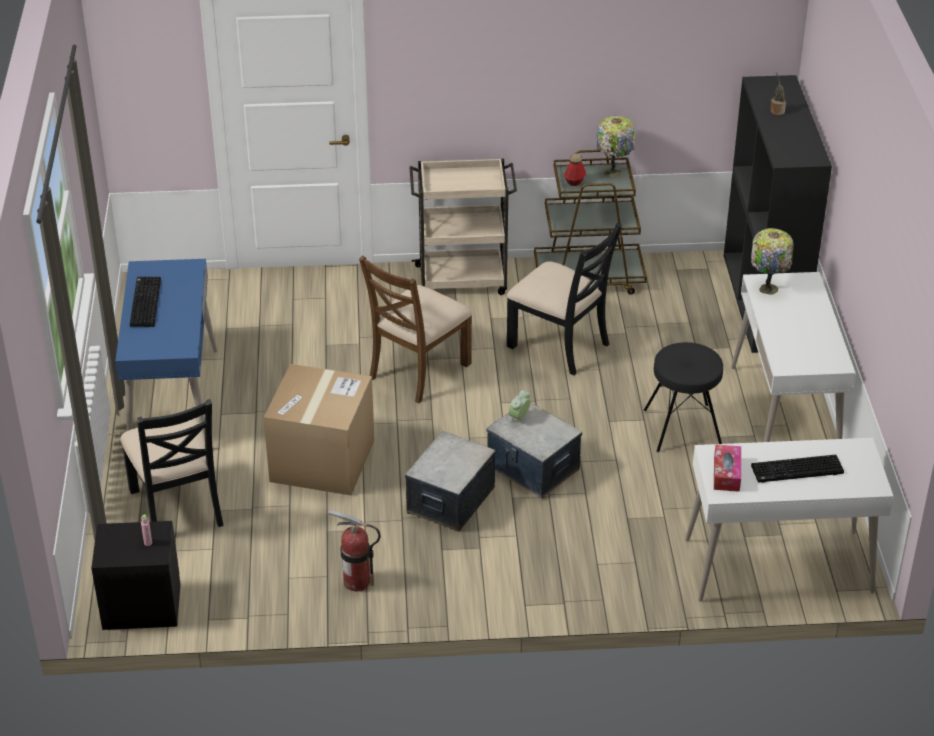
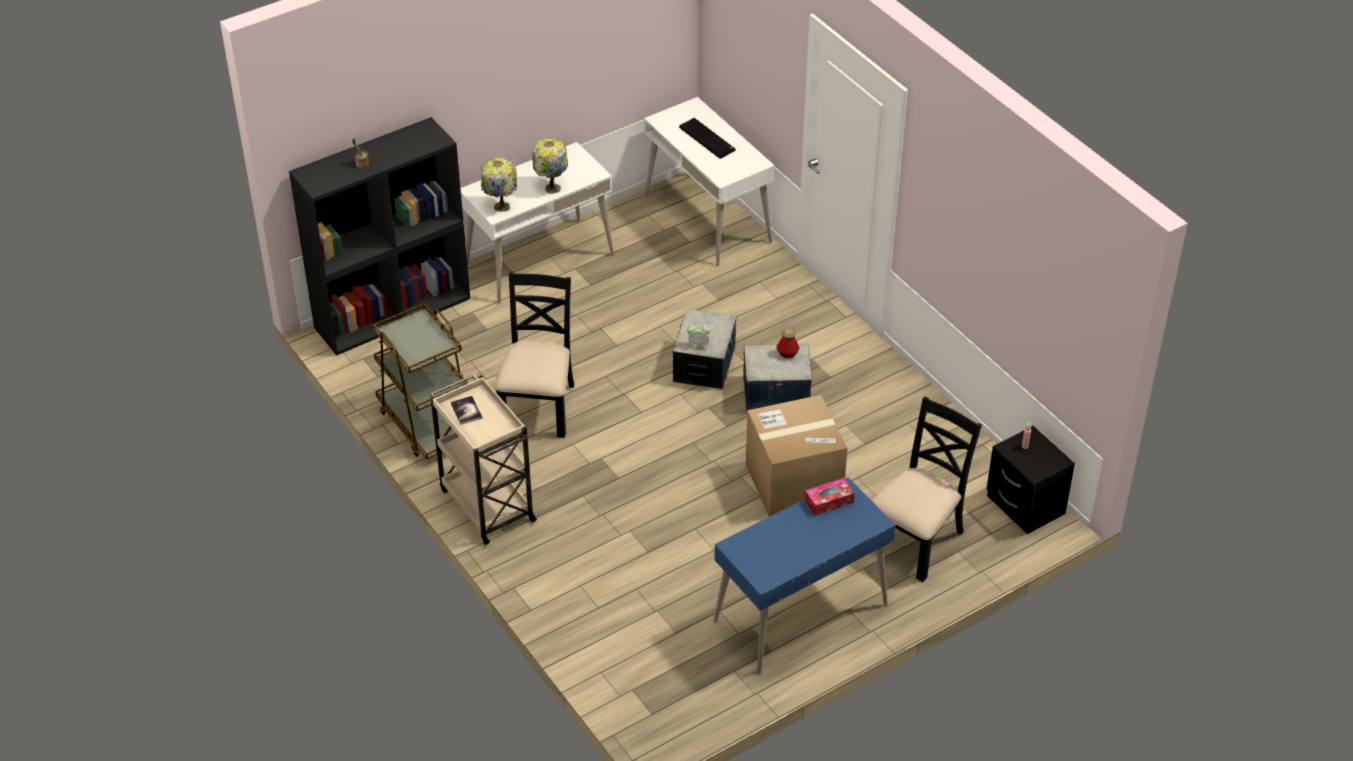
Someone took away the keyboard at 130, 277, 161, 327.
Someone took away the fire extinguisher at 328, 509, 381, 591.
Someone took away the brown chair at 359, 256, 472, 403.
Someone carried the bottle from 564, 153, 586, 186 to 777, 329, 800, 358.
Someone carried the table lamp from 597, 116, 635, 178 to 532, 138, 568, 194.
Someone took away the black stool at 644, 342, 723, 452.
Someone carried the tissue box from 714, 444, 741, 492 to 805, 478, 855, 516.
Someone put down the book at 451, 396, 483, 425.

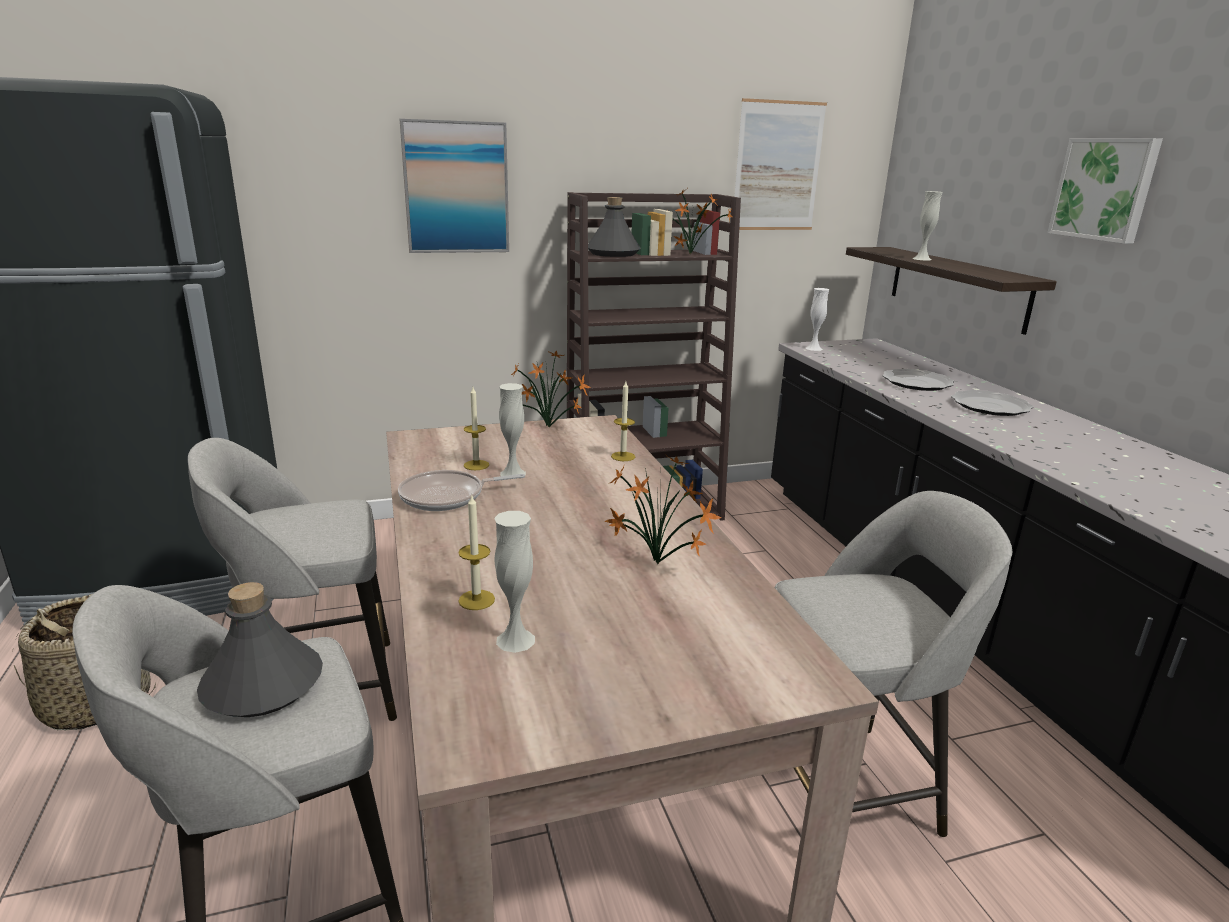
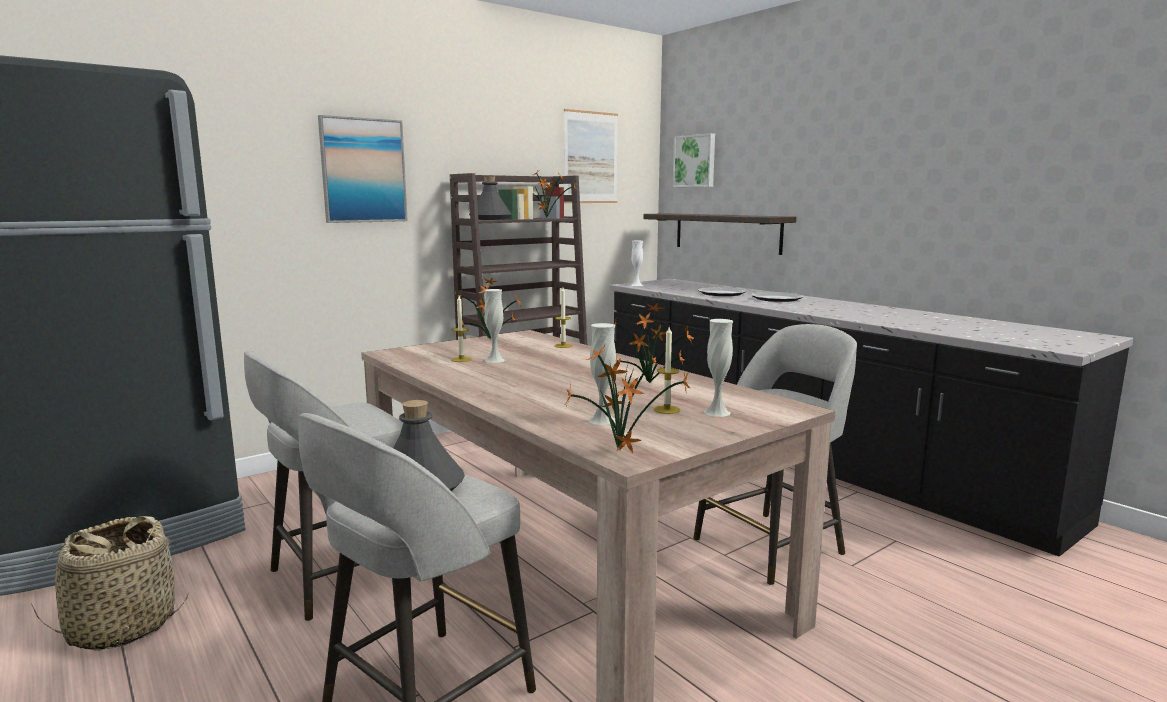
Someone took away the frying pan at 398, 470, 525, 511.
Someone carried the candle from 458, 496, 495, 610 to 654, 327, 680, 414.
Someone carried the white vase from 912, 191, 942, 260 to 704, 319, 733, 417.
Someone carried the picture from 1048, 138, 1163, 244 to 673, 133, 715, 187.
Someone put down the potted plant at 565, 345, 690, 453.

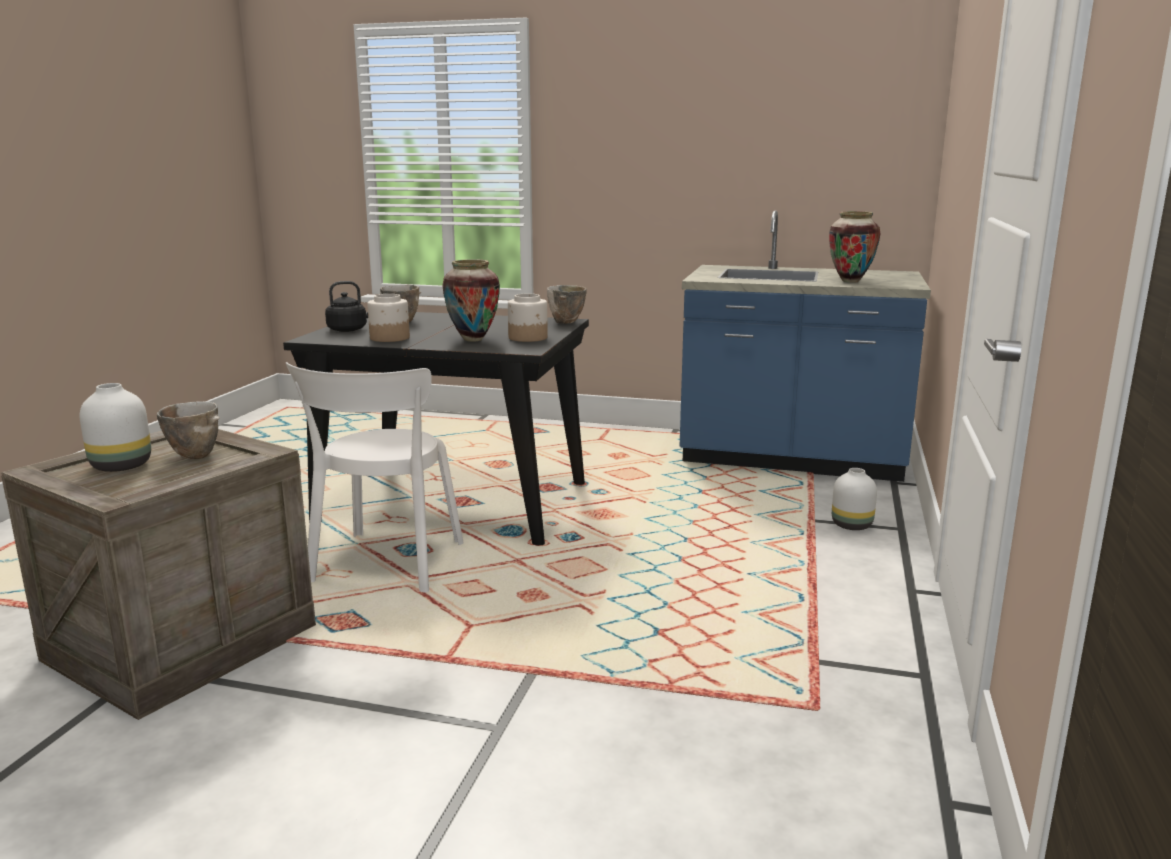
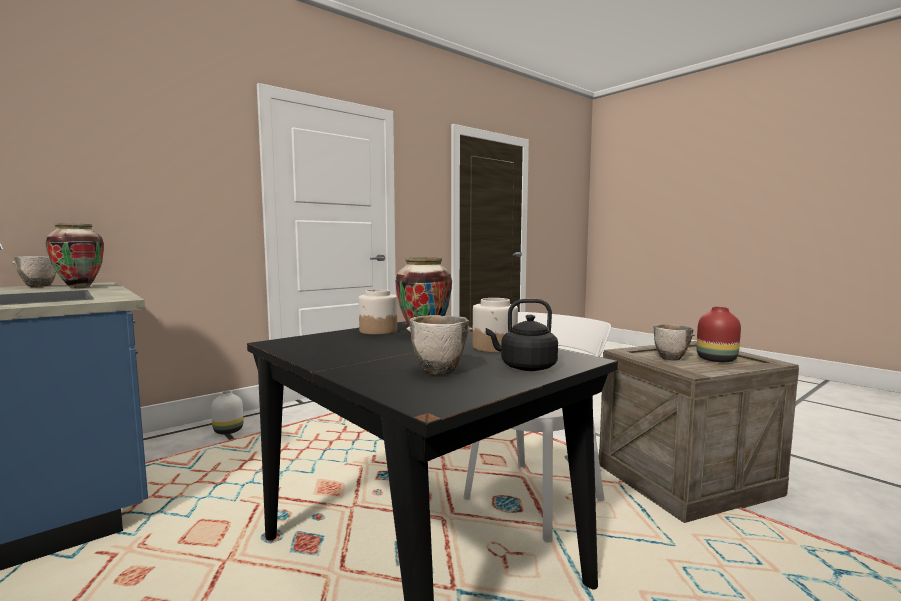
Someone repainted the white vase at 80, 383, 151, 472, which became the red vase at 696, 307, 741, 362.
Someone carried the bowl from 547, 285, 587, 324 to 11, 256, 56, 287.

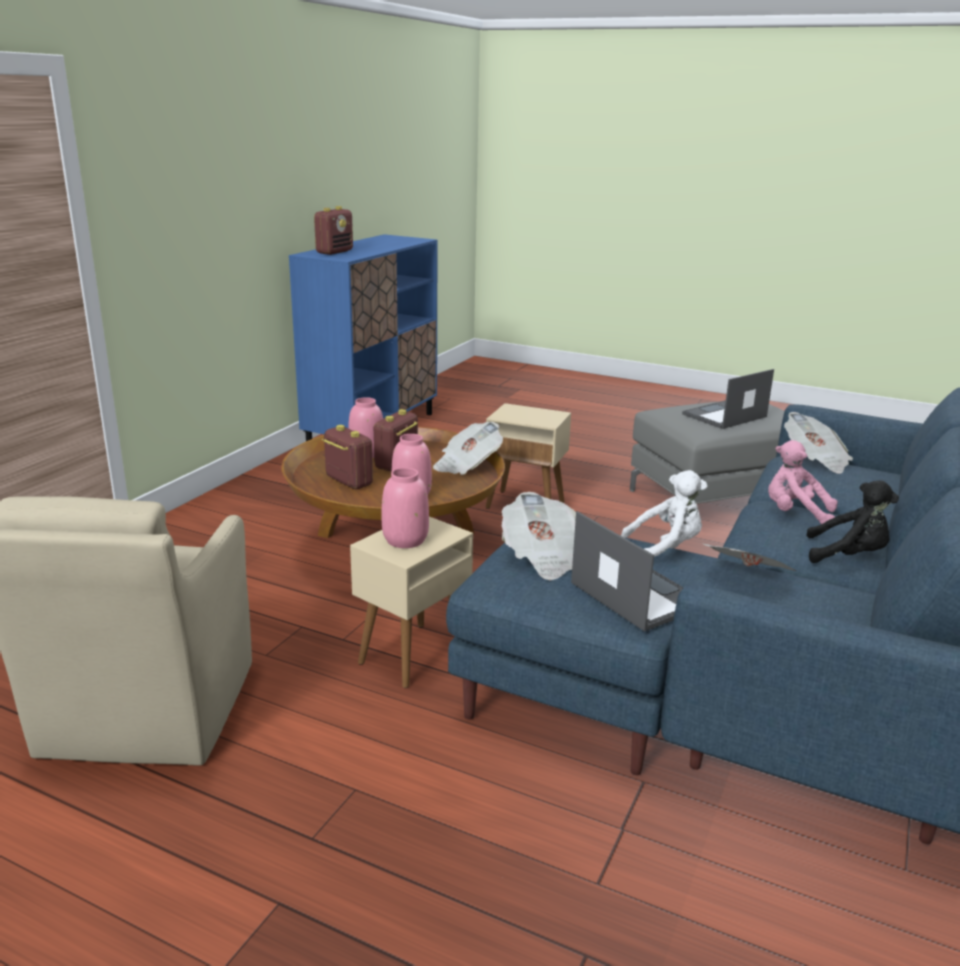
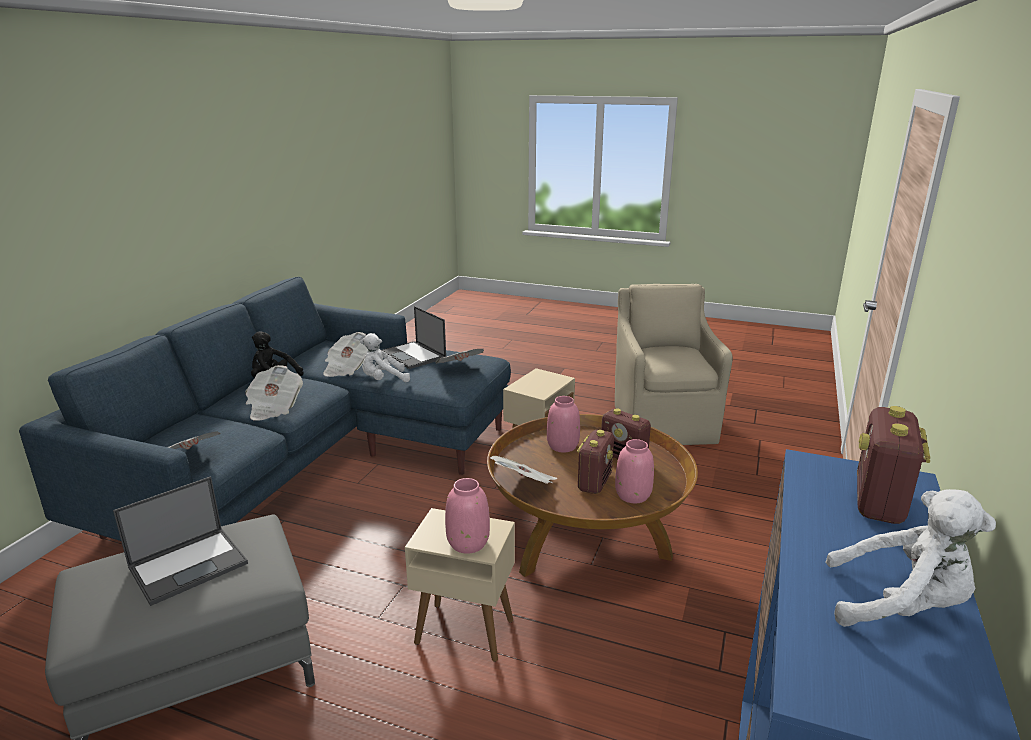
Someone carried the pink vase from 381, 468, 429, 548 to 445, 478, 490, 554.
Someone swapped the pink plush toy at 768, 440, 838, 524 for the newspaper at 245, 365, 303, 421.
Someone put down the white plush toy at 826, 489, 996, 627.

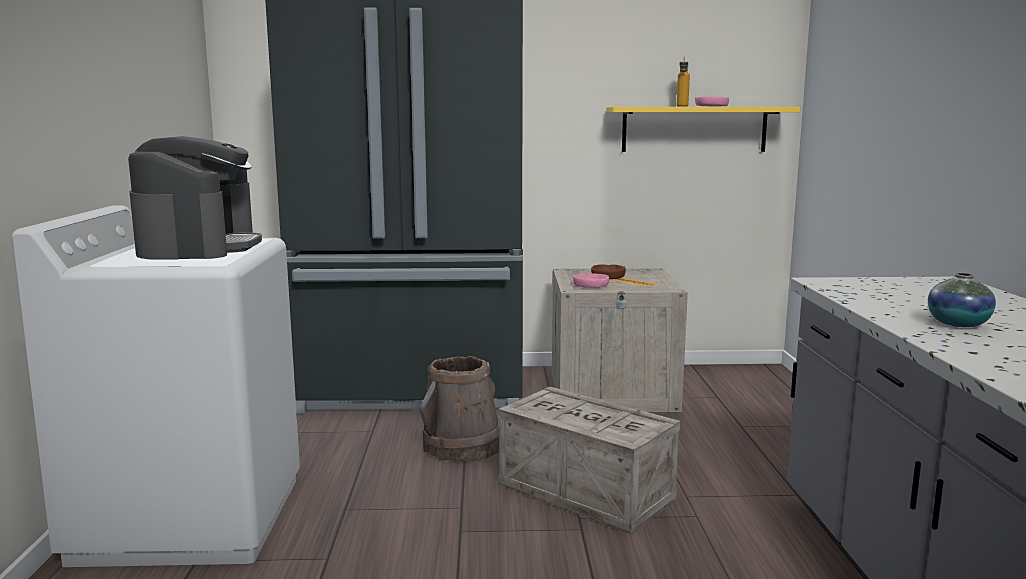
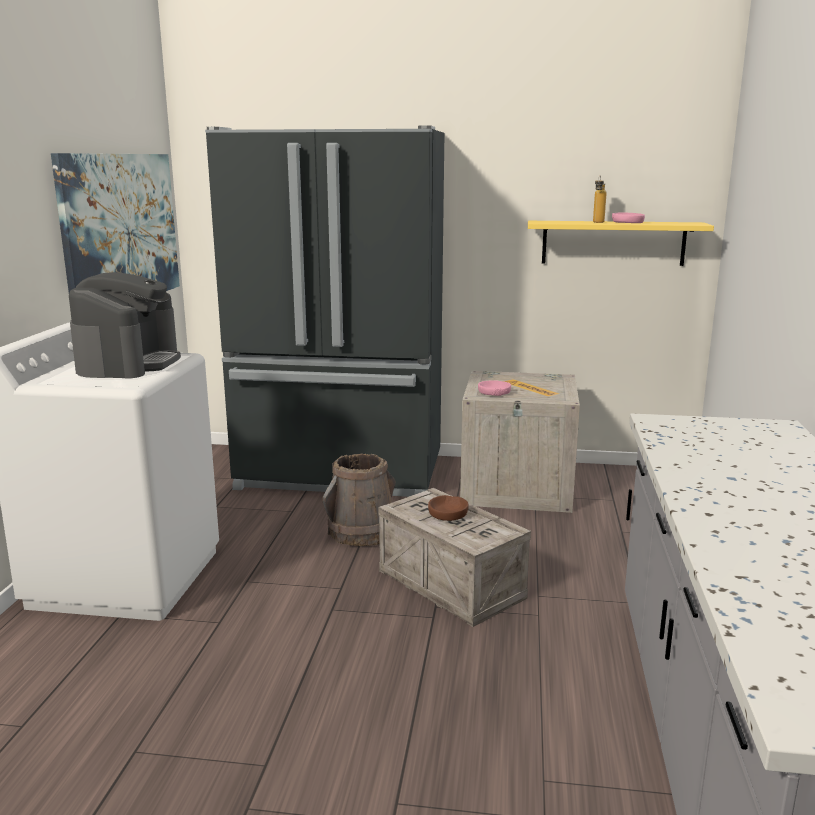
Someone carried the brown bowl from 591, 264, 626, 279 to 428, 495, 469, 521.
Someone took away the vase at 928, 273, 996, 327.
Someone put up the picture at 51, 153, 180, 293.

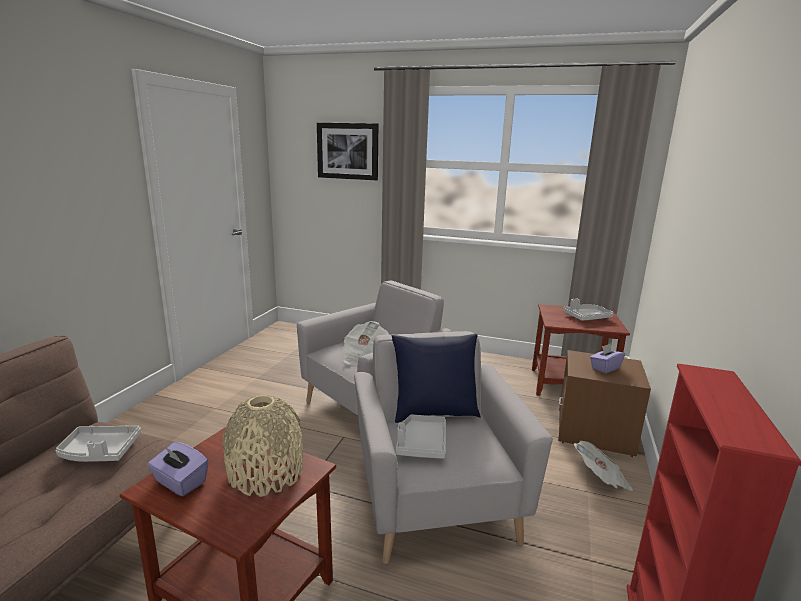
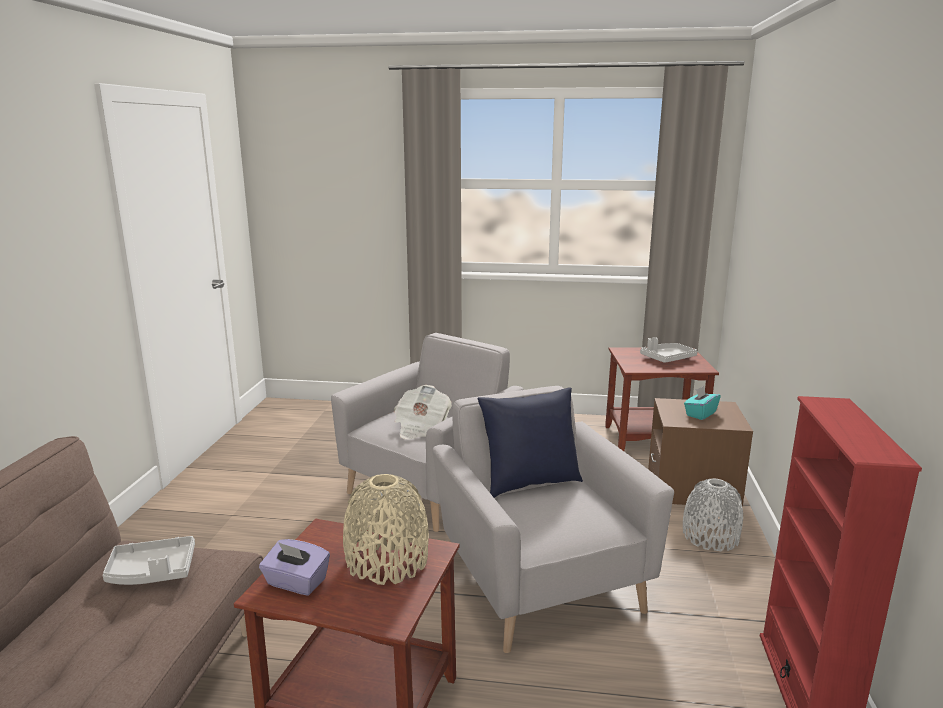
Someone took away the picture at 317, 123, 378, 180.
Someone took away the grey tray at 396, 414, 446, 459.
Someone swapped the newspaper at 574, 441, 633, 491 for the grey vase at 683, 479, 743, 551.
Someone repainted the purple tissue box at 590, 343, 625, 374, which became the turquoise tissue box at 684, 386, 721, 420.

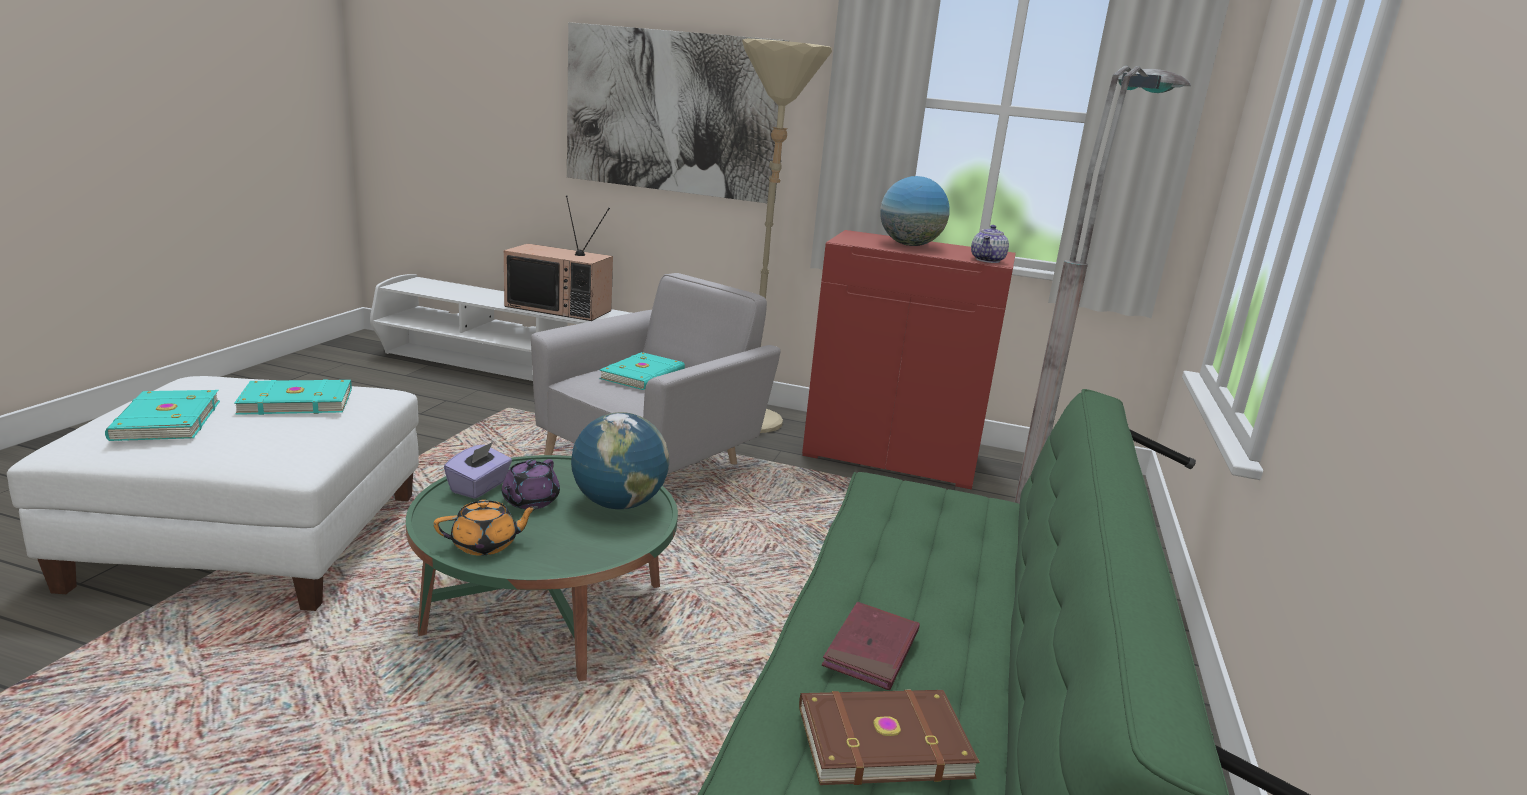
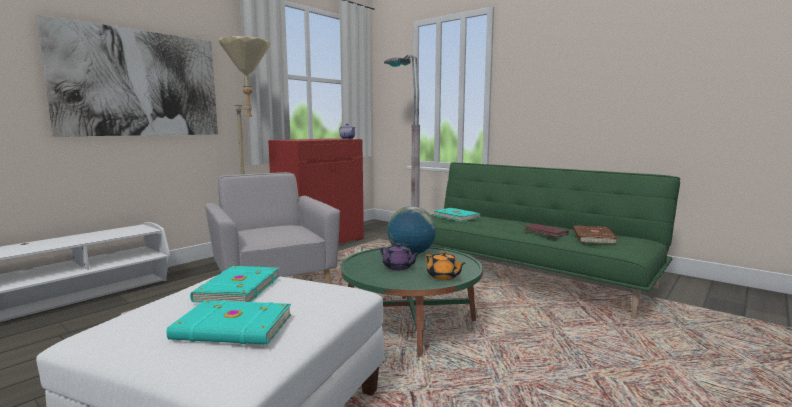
Someone rotated the orange teapot at 434, 500, 539, 556 by 135 degrees clockwise.
Someone took away the purple tissue box at 444, 442, 512, 499.
Someone took away the television at 504, 196, 613, 321.
Someone carried the turquoise book from 599, 352, 685, 390 to 433, 208, 480, 222.
Someone took away the globe at 880, 176, 950, 246.

